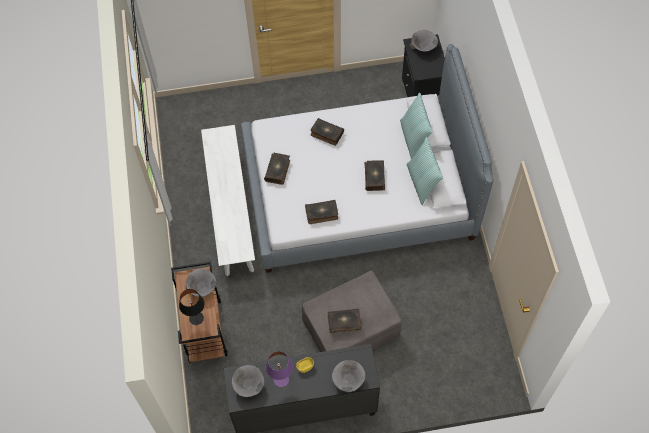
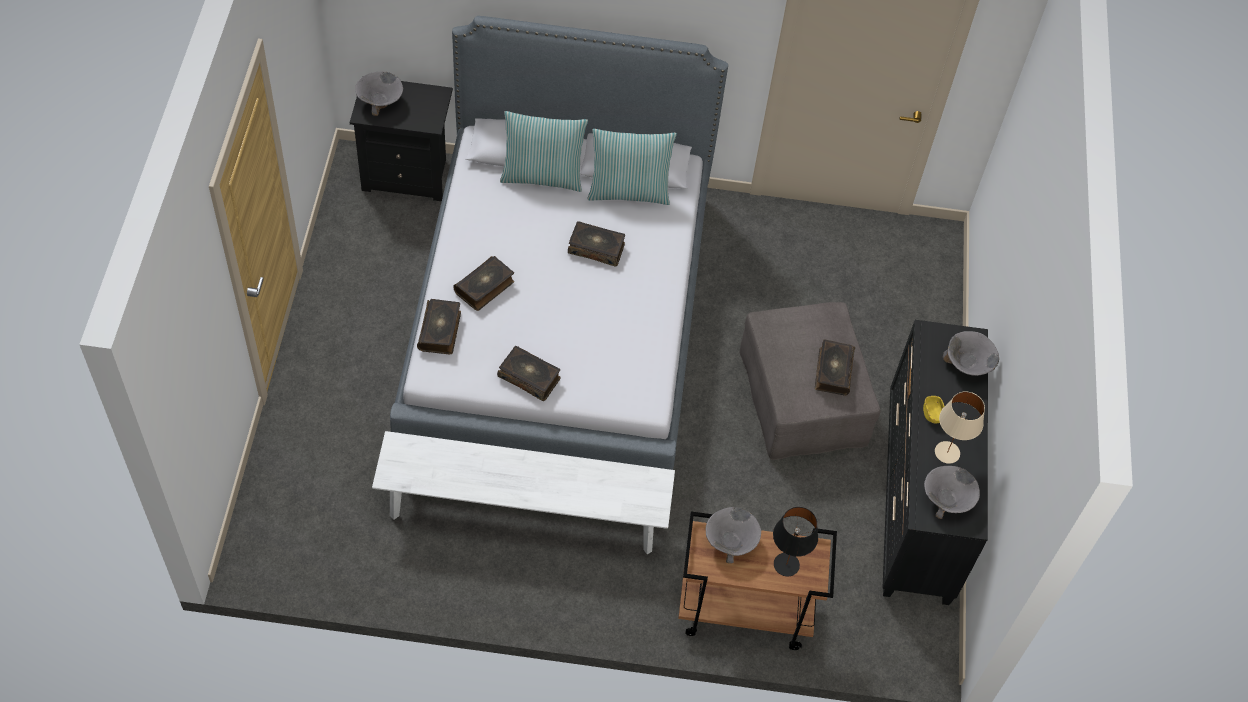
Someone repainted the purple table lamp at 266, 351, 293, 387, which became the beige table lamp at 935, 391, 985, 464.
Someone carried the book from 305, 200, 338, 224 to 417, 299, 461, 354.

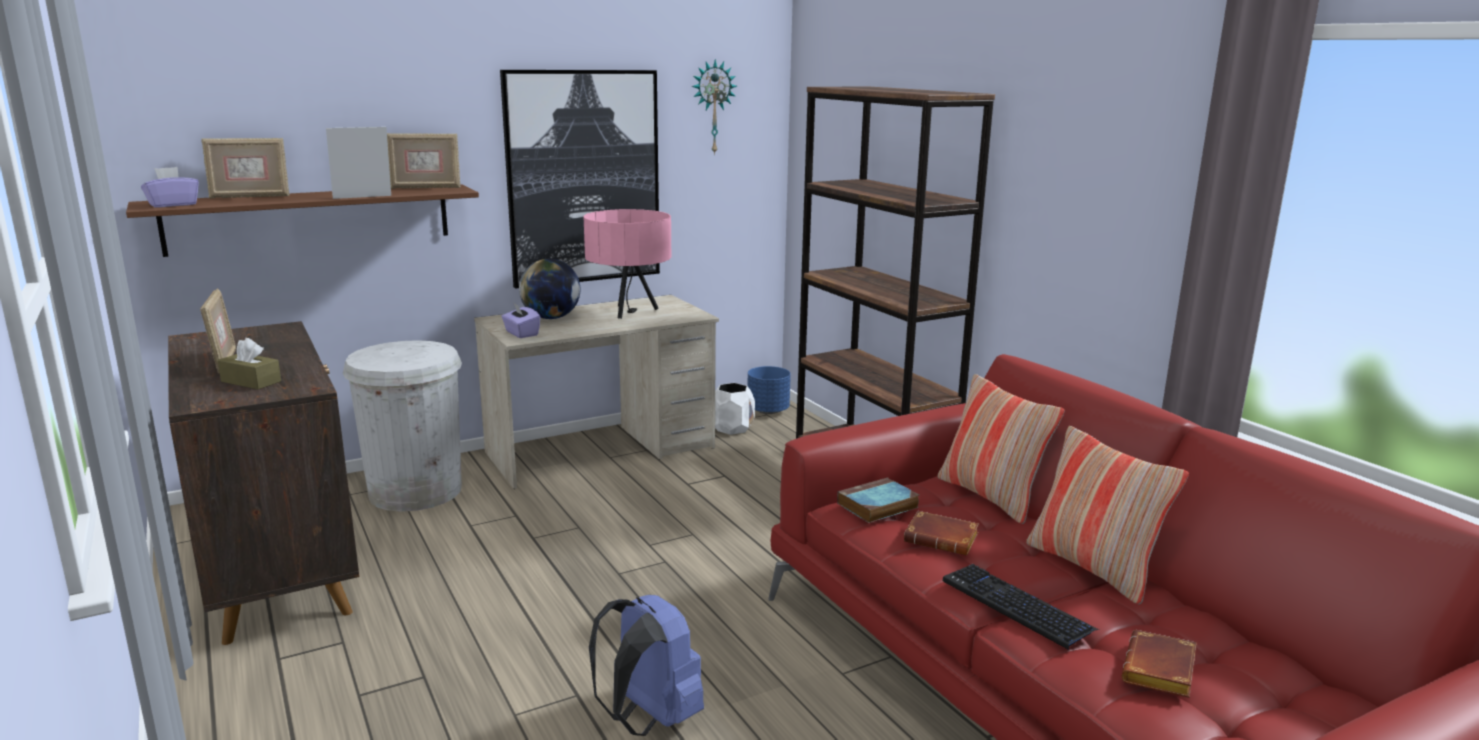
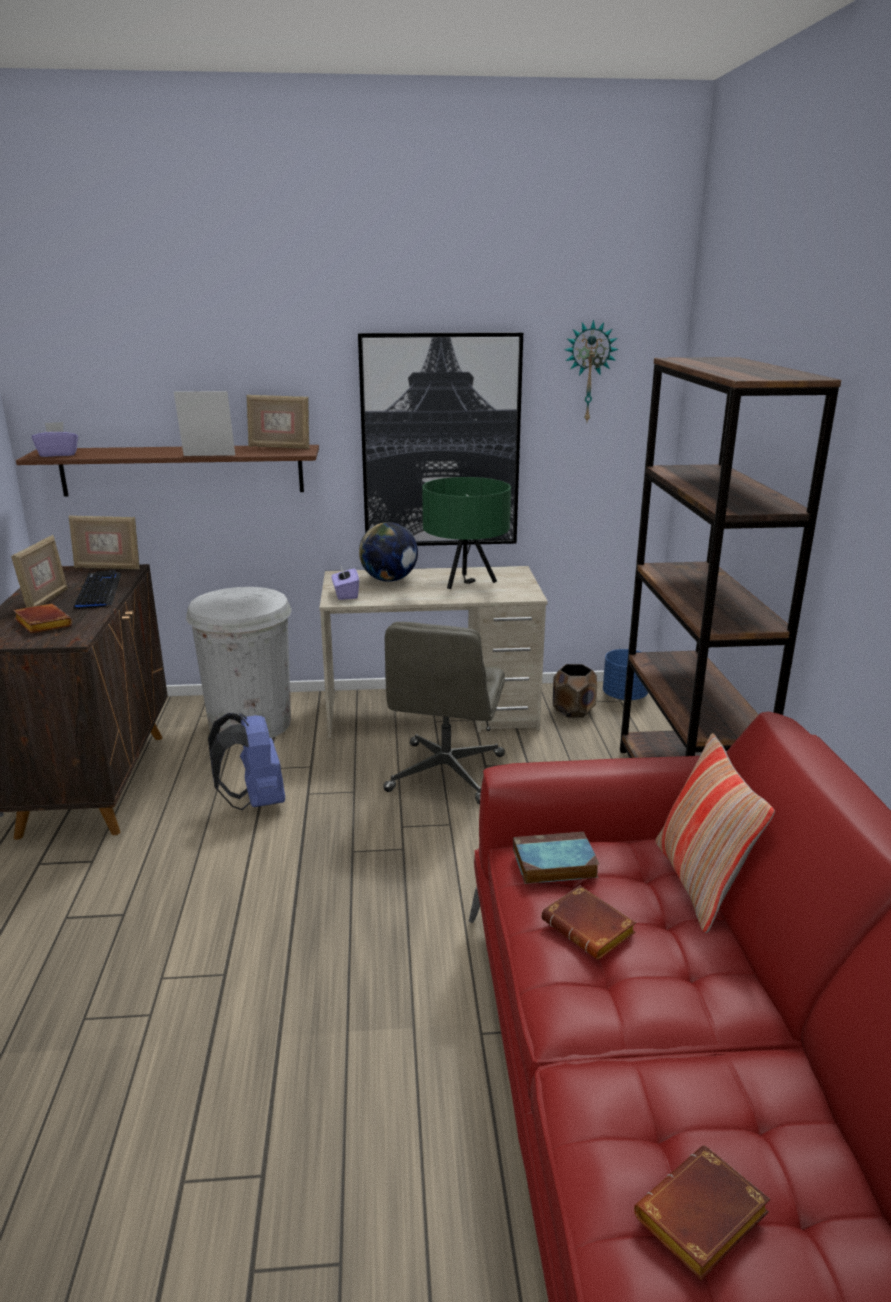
Someone carried the picture frame from 201, 138, 290, 199 to 69, 516, 140, 569.
Someone swapped the brown tissue box at 218, 338, 281, 389 for the brown book at 13, 604, 73, 633.
Someone repainted the pink table lamp at 583, 209, 671, 319, which became the green table lamp at 422, 477, 511, 589.
Someone carried the blue backpack from 589, 595, 704, 736 to 208, 713, 285, 810.
Someone repainted the white planter at 715, 383, 755, 435, which became the brown planter at 553, 664, 597, 718.
Someone carried the keyboard from 943, 564, 1099, 650 to 74, 570, 121, 609.
Someone took away the pillow at 1026, 426, 1189, 604.
Someone put down the grey office chair at 383, 622, 505, 804.

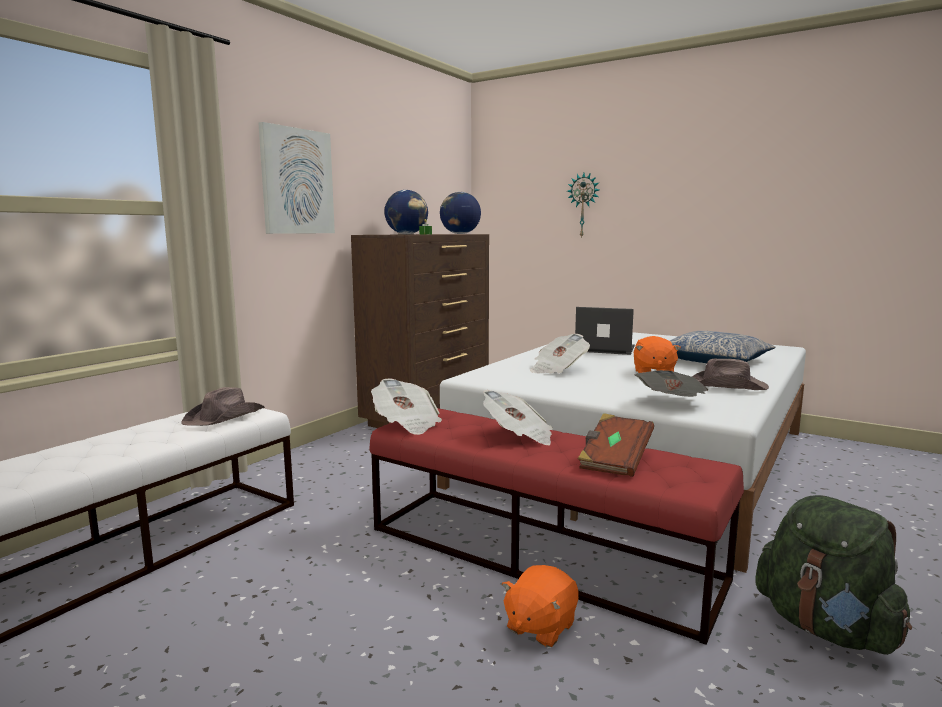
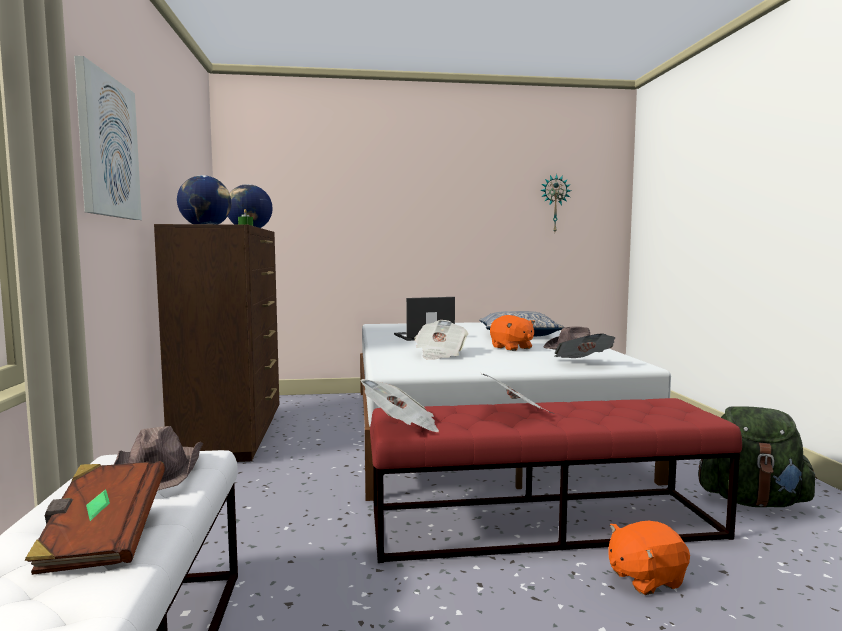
Someone rotated the orange plush toy at 502, 565, 579, 647 by 75 degrees clockwise.
Someone carried the wall clock from 567, 173, 599, 239 to 540, 174, 571, 232.
Someone carried the brown book from 578, 413, 654, 477 to 24, 461, 165, 575.

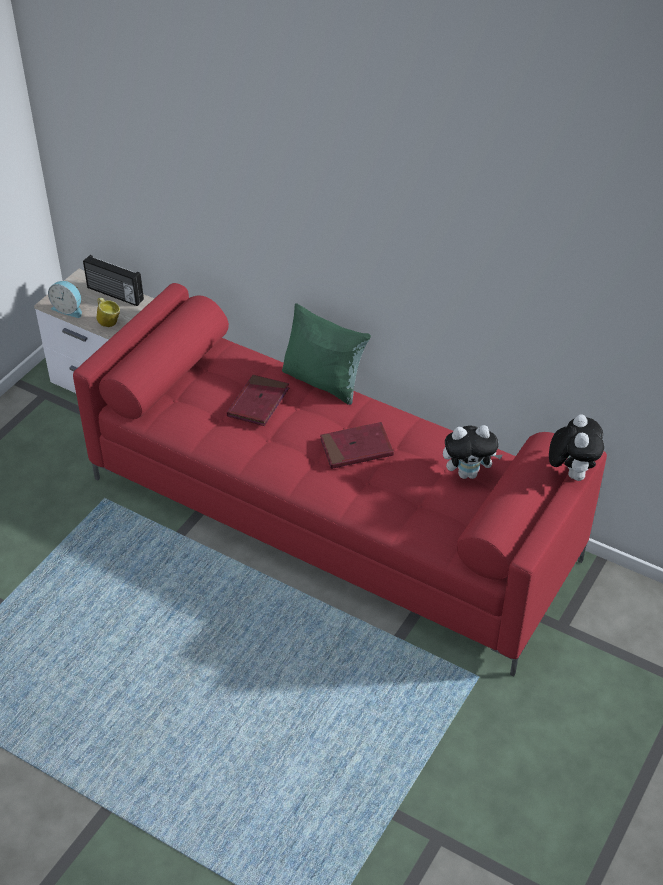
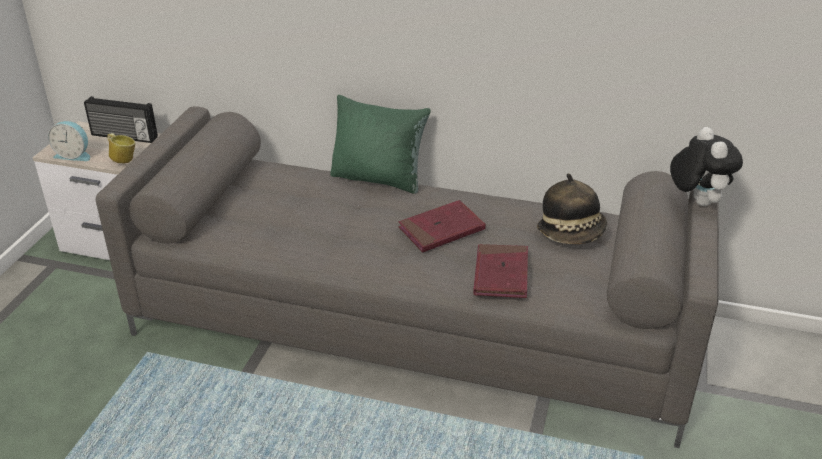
Someone repainted the red sofa at 73, 283, 607, 676, which became the grey sofa at 96, 106, 719, 448.
Someone carried the red book from 227, 375, 290, 426 to 473, 244, 528, 298.
Someone swapped the plush toy at 443, 425, 503, 479 for the hat at 537, 174, 607, 244.

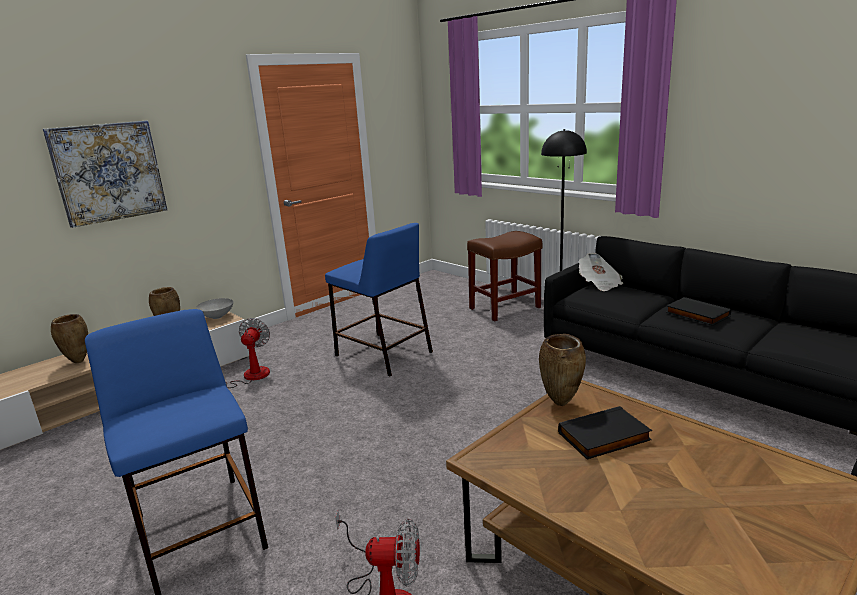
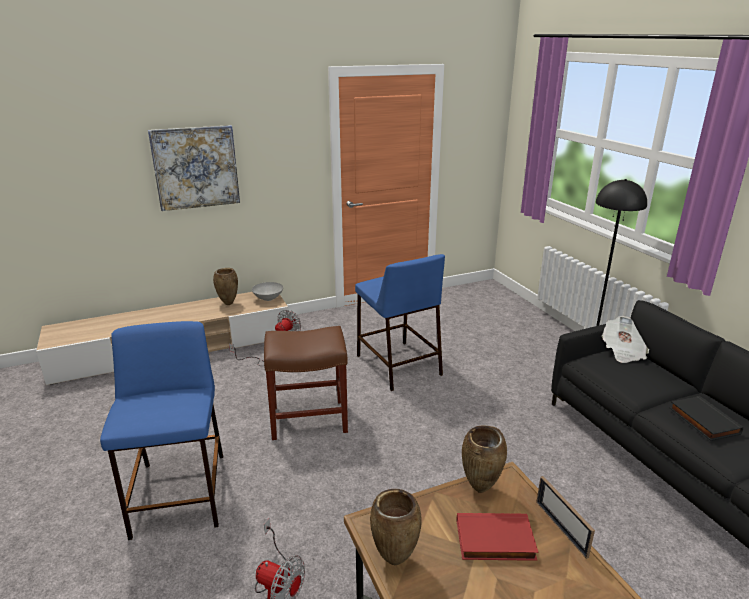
Someone carried the brown vase from 51, 314, 88, 363 to 370, 489, 421, 565.
Someone carried the brown stool from 467, 231, 542, 321 to 264, 326, 348, 440.
Someone repainted the black book at 558, 406, 652, 460, which became the red book at 457, 513, 539, 561.
Someone put down the picture frame at 536, 476, 595, 559.

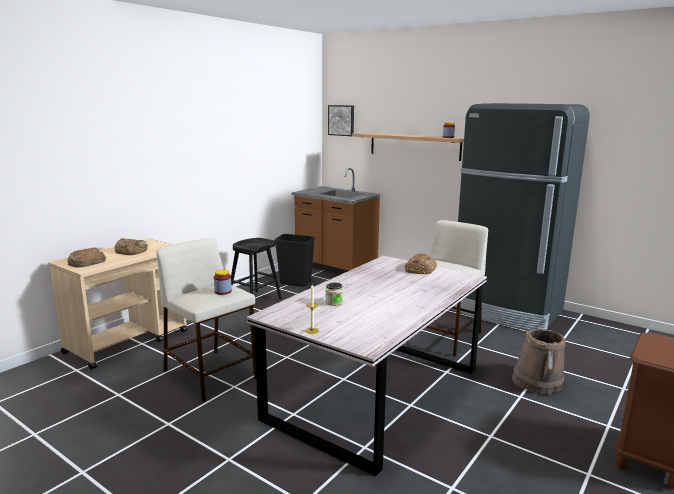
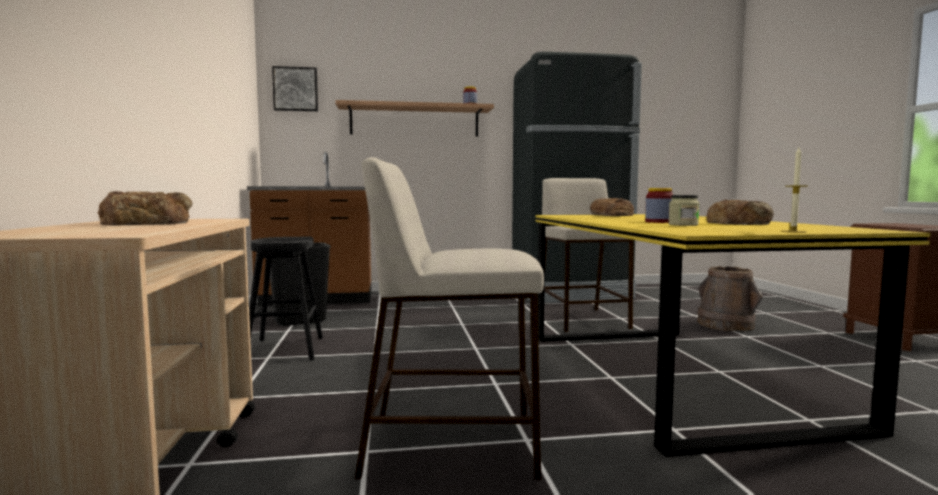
Someone carried the bread from 67, 248, 106, 268 to 707, 200, 774, 225.
Someone carried the jar from 214, 270, 232, 295 to 645, 188, 673, 223.
Someone repainted the grey dining table at 246, 256, 487, 477, which became the yellow dining table at 535, 214, 930, 457.

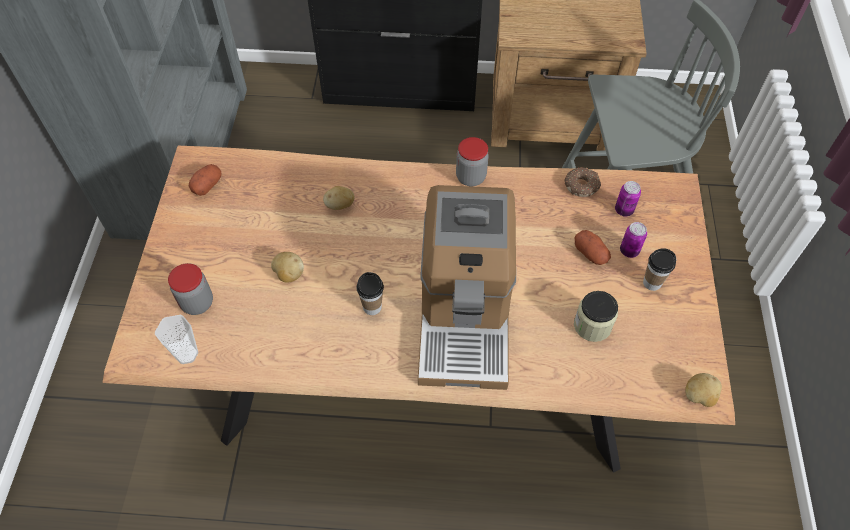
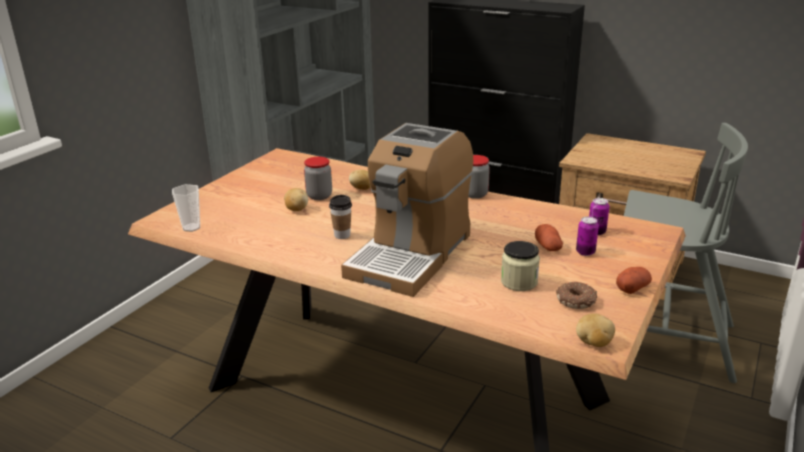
Someone carried the jar from 168, 263, 213, 315 to 304, 157, 332, 200.
Someone carried the potato from 189, 164, 221, 196 to 616, 267, 652, 294.
Someone carried the donut from 564, 168, 601, 197 to 556, 282, 597, 309.
Someone took away the cup at 643, 248, 676, 291.

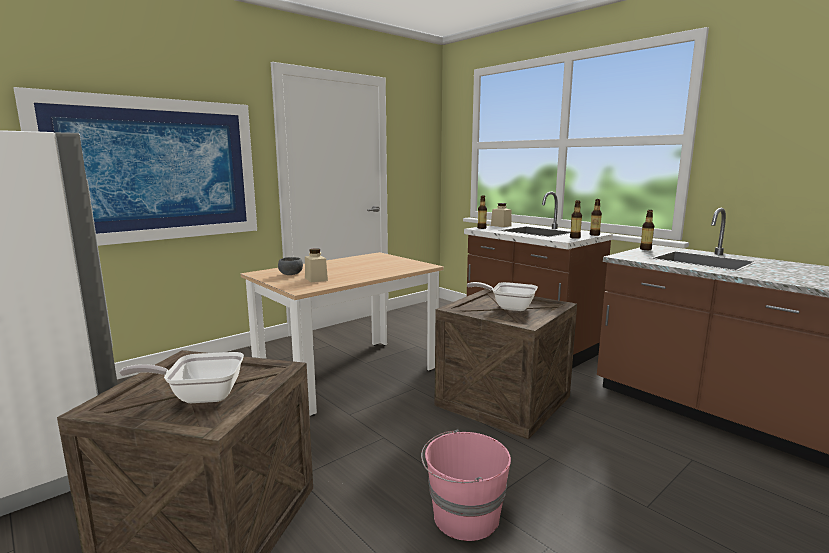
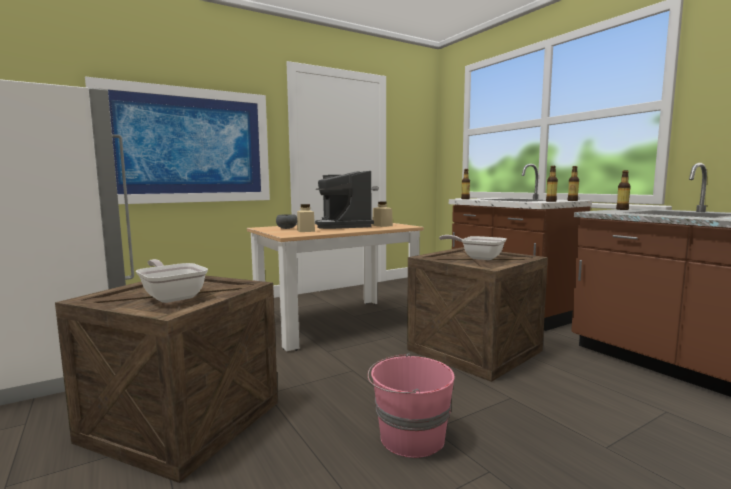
Someone rotated the frying pan at 119, 352, 244, 403 by 45 degrees clockwise.
Someone carried the beige jar from 491, 203, 512, 227 to 372, 202, 393, 227.
Someone put down the coffee machine at 315, 171, 374, 229.

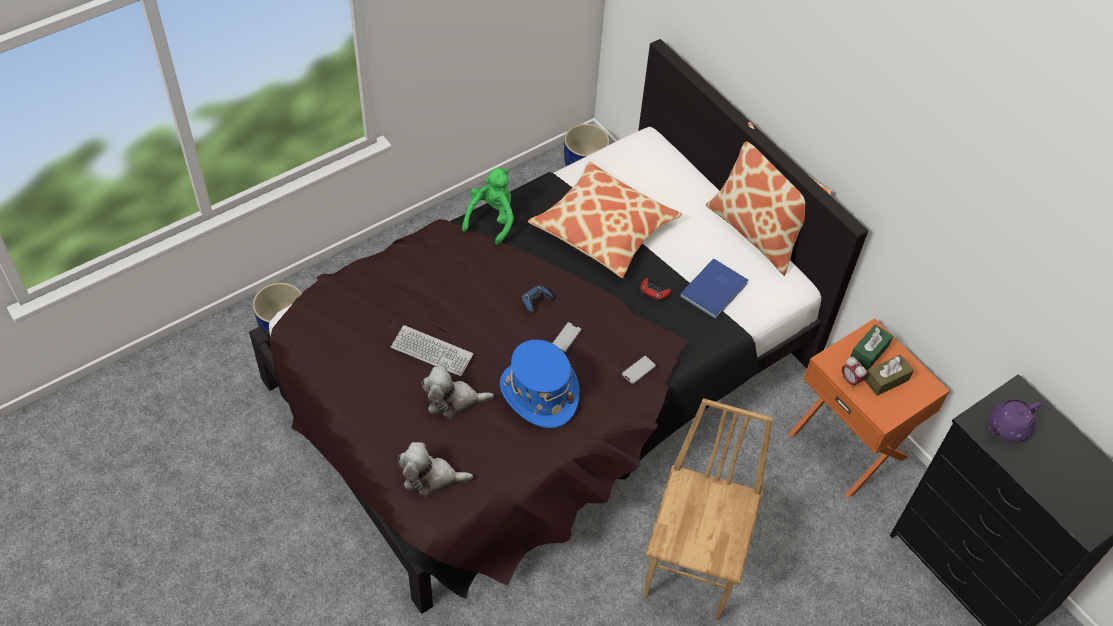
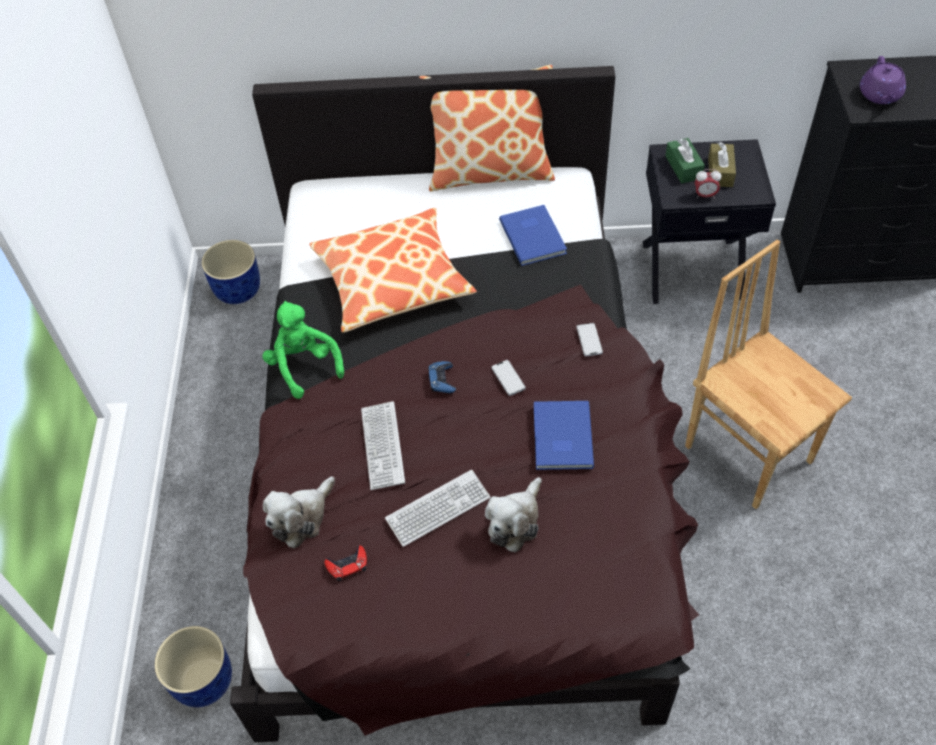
Someone carried the plush toy from 398, 442, 473, 496 to 263, 476, 335, 548.
Someone swapped the blue hat at 500, 340, 579, 428 for the blue book at 534, 401, 594, 470.
Someone carried the red game controller from 640, 278, 671, 303 to 324, 545, 367, 581.
Someone repainted the orange nightstand at 789, 318, 950, 498, which became the black nightstand at 643, 139, 776, 304.
Someone put down the keyboard at 361, 401, 405, 490.

